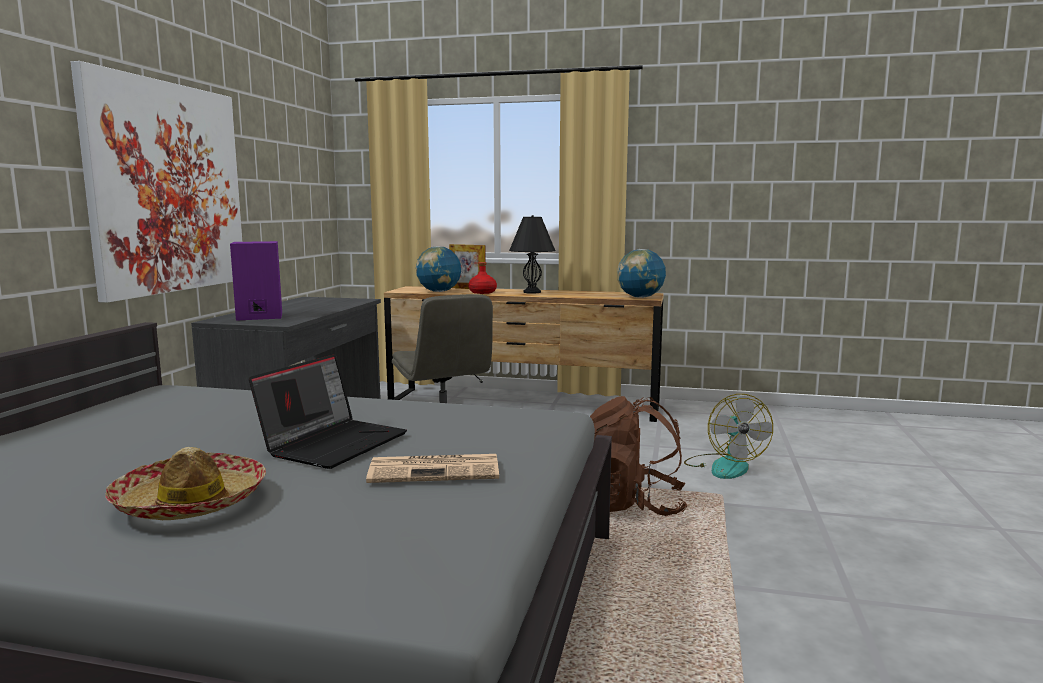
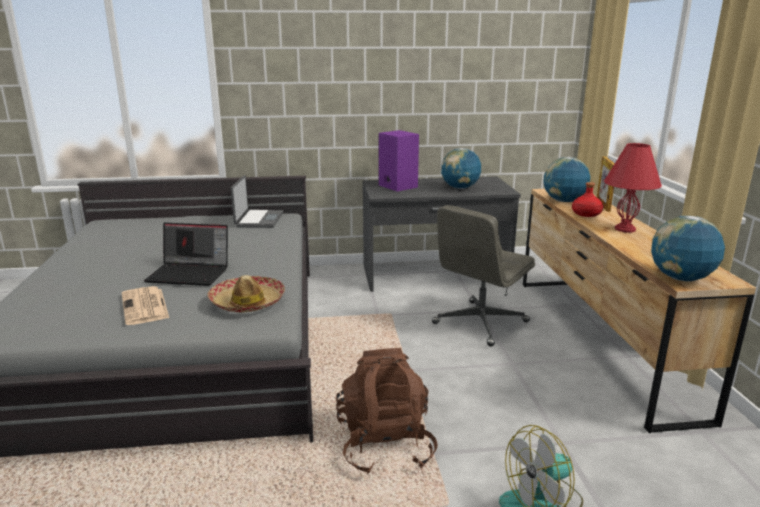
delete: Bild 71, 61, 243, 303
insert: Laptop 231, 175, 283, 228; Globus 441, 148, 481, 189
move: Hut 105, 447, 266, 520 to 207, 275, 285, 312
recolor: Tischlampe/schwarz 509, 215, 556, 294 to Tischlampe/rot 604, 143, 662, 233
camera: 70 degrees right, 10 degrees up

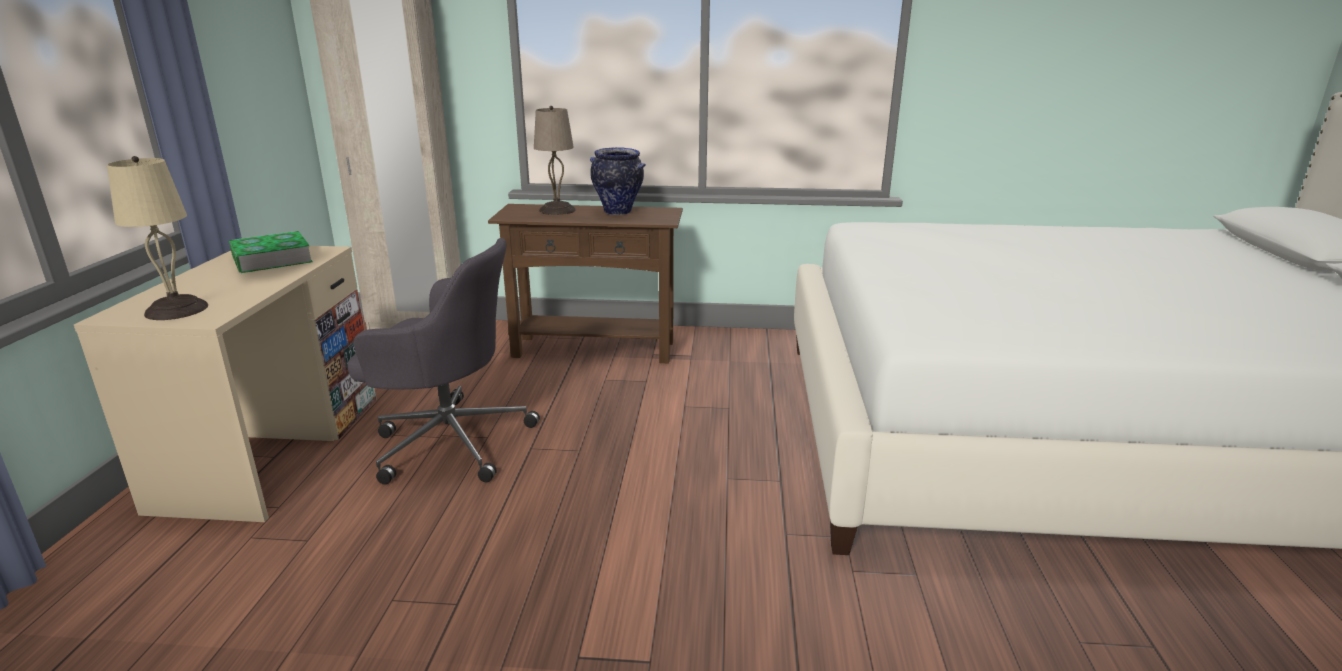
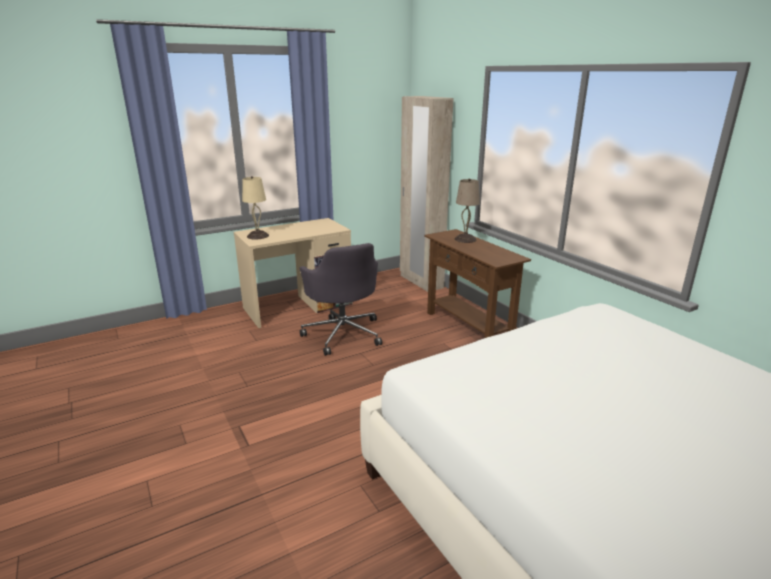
delete: Buch 229, 231, 313, 273; Vase 590, 147, 646, 215
camera: 55 degrees right, 0 degrees up

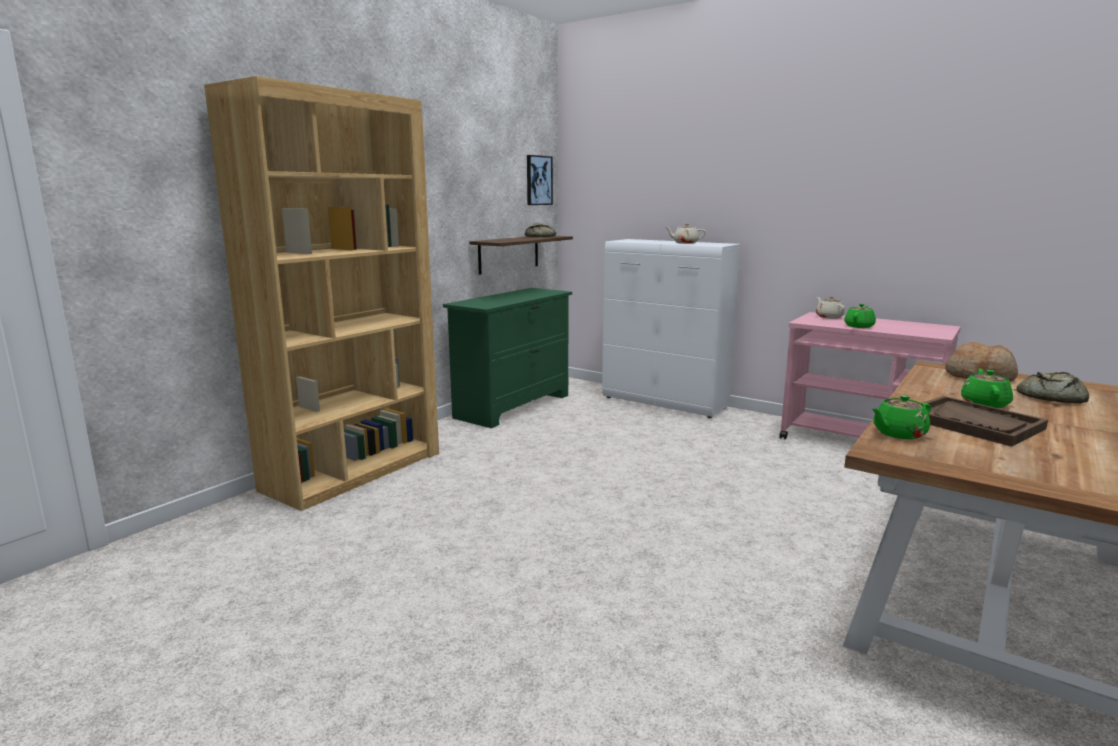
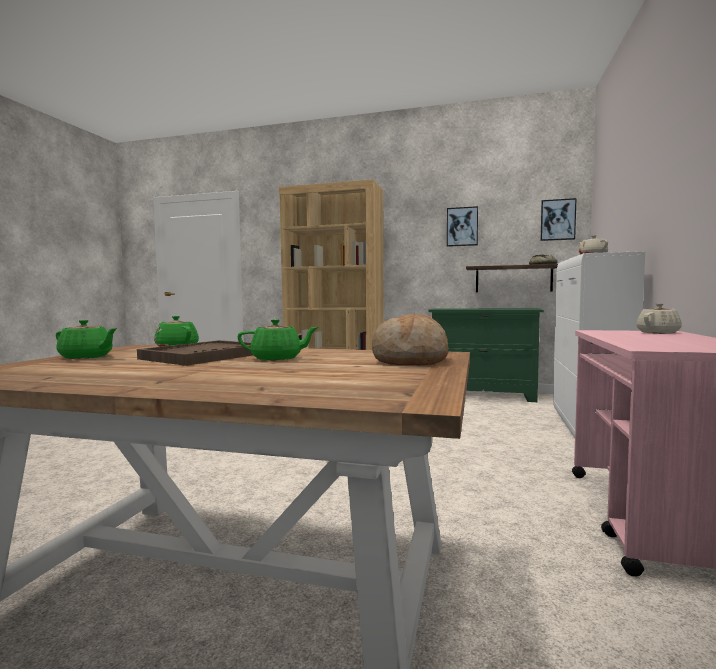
delete: Brot 1016, 372, 1089, 403
insert: Bild 447, 206, 478, 247
move: Teekanne/grün 844, 304, 876, 328 to 56, 320, 117, 359
camera: 70 degrees right, 10 degrees down

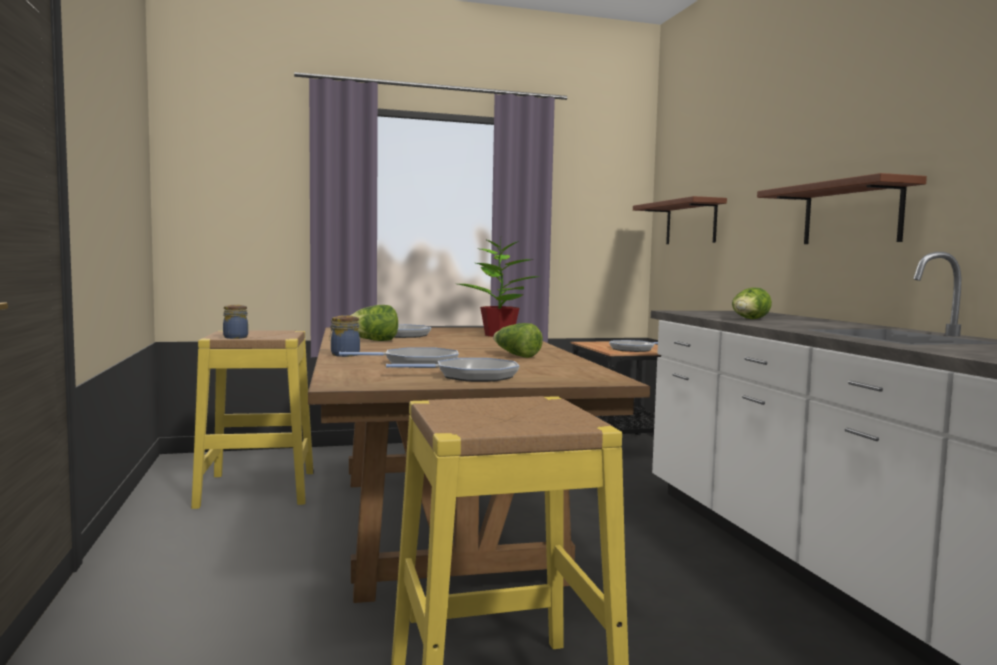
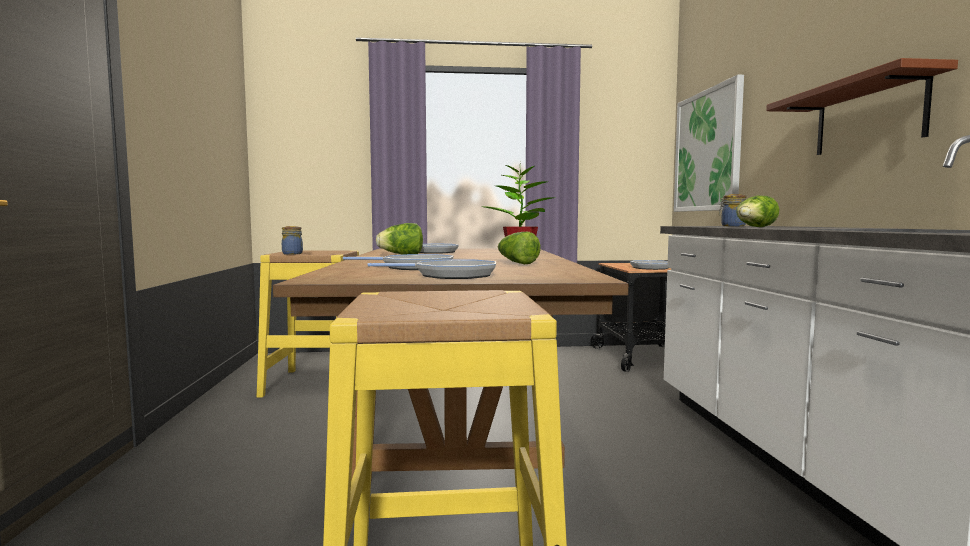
move: Vorratsglas 329, 316, 360, 357 to 719, 194, 747, 226
replace: Wandregal/braun 633, 196, 727, 244 to Bild 674, 75, 744, 212
camera: 10 degrees right, 0 degrees up

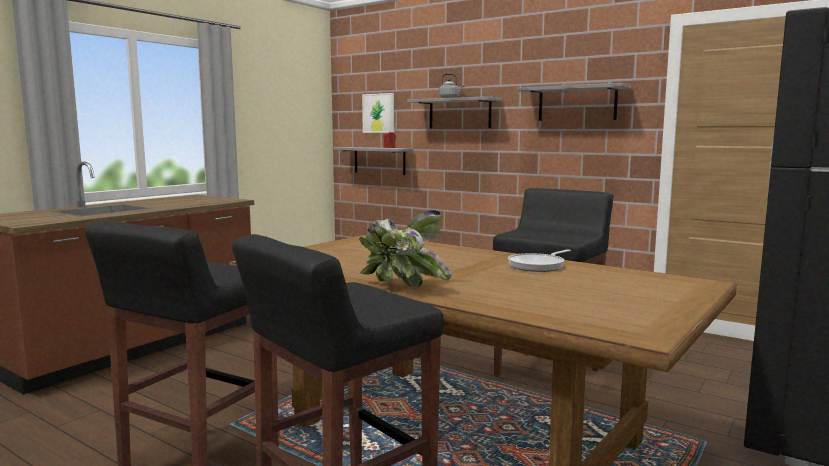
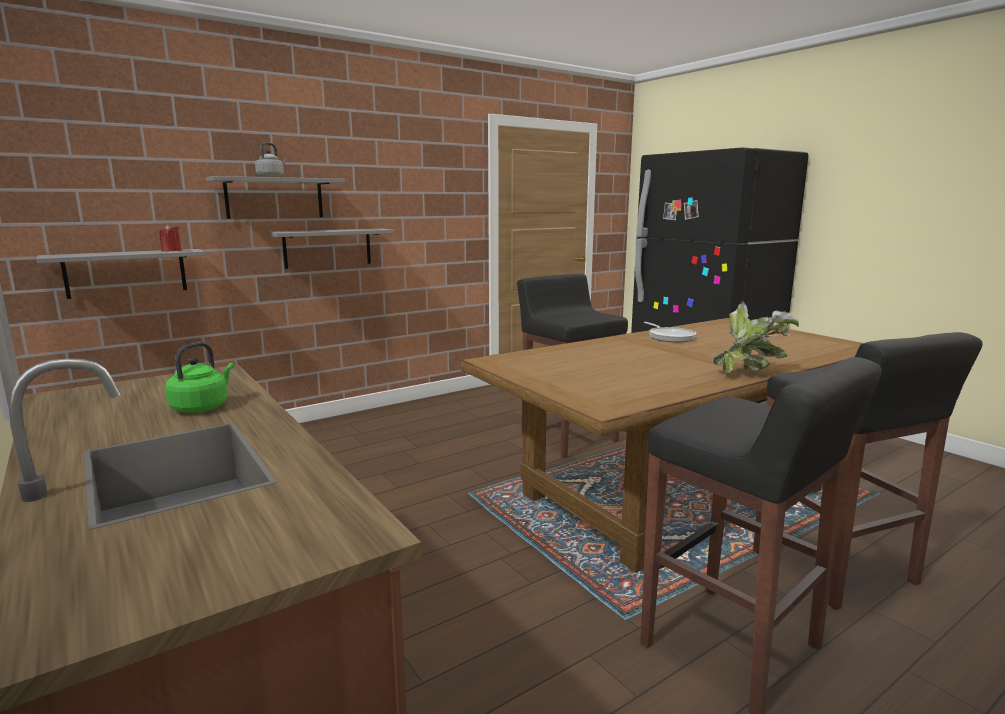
delete: Bild 362, 93, 394, 133
insert: Wasserkessel/grün 165, 342, 234, 413
move: Wandregal/grau 517, 83, 631, 121 to 267, 228, 394, 269
camera: 70 degrees left, 5 degrees up

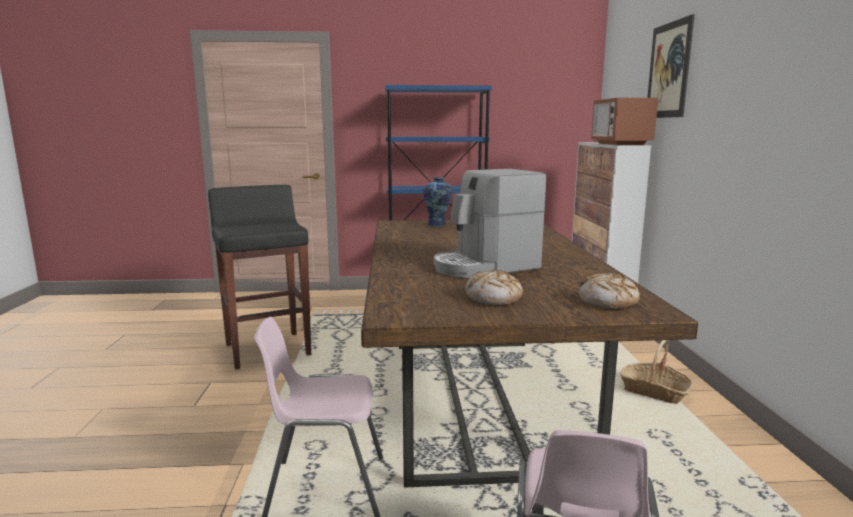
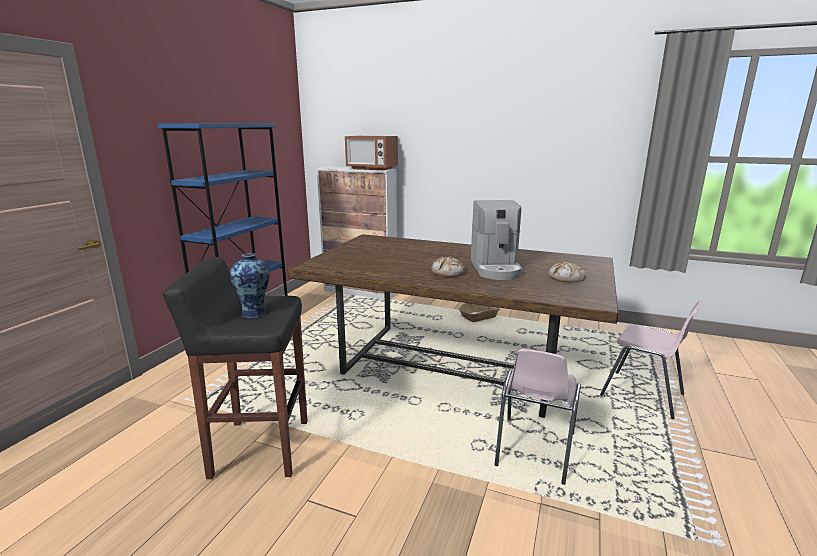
delete: Bild 647, 14, 695, 118
move: Vase 424, 177, 453, 227 to 230, 253, 270, 319; Brot 579, 273, 640, 309 to 432, 257, 464, 276
camera: 65 degrees left, 5 degrees up

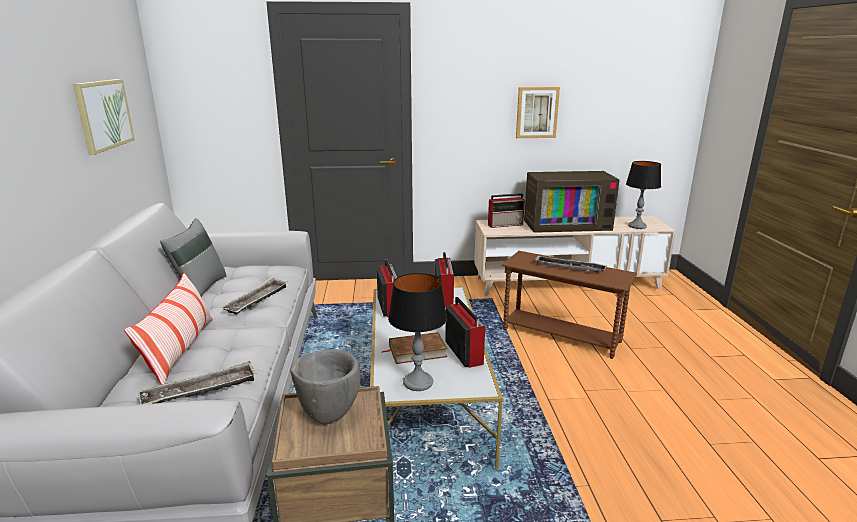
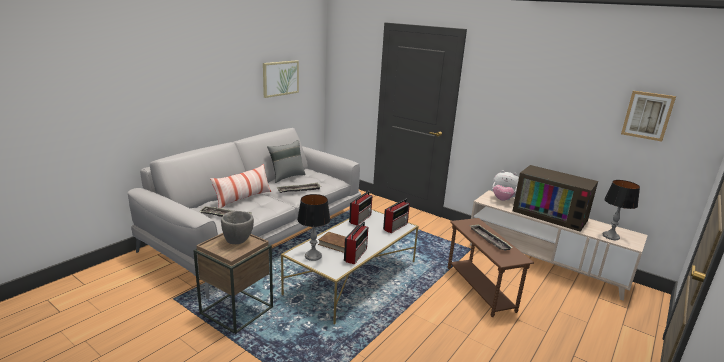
move: Bild 516, 87, 560, 138 to 621, 91, 676, 142
replace: Radio 488, 193, 525, 228 to Plüschtier 492, 170, 519, 201
camera: 40 degrees right, 0 degrees up

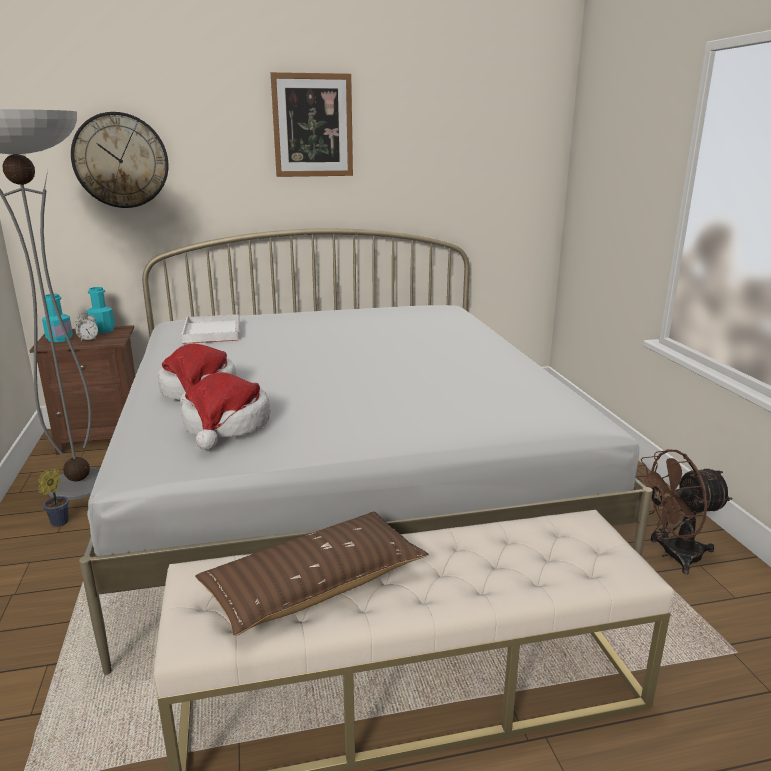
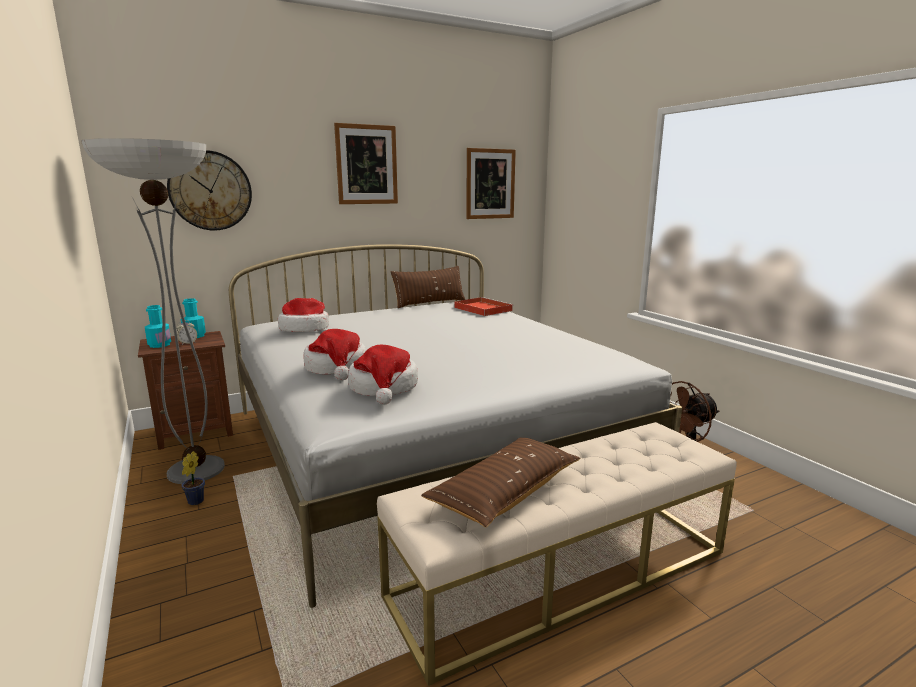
insert: Kissen/braun 391, 266, 465, 308; Tablett/rot 454, 297, 514, 316; Bild 466, 148, 516, 219
replace: Tablett/weiß 181, 314, 240, 344 to Hut 278, 298, 329, 332
camera: 15 degrees left, 5 degrees down

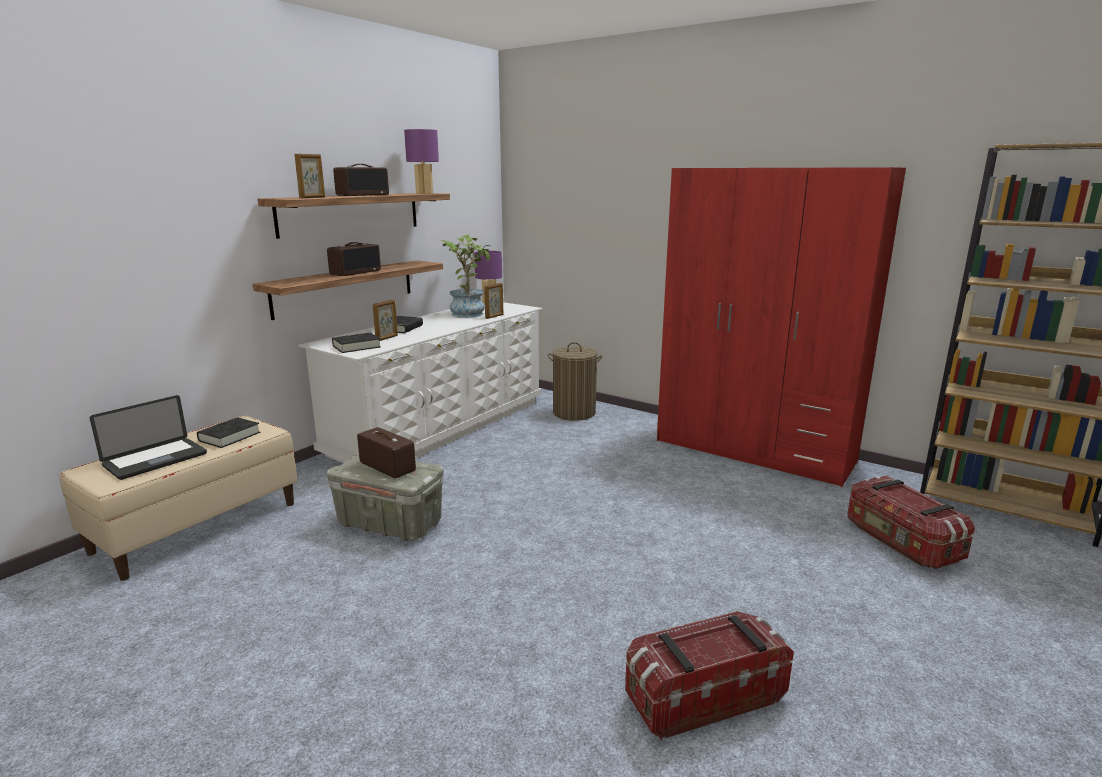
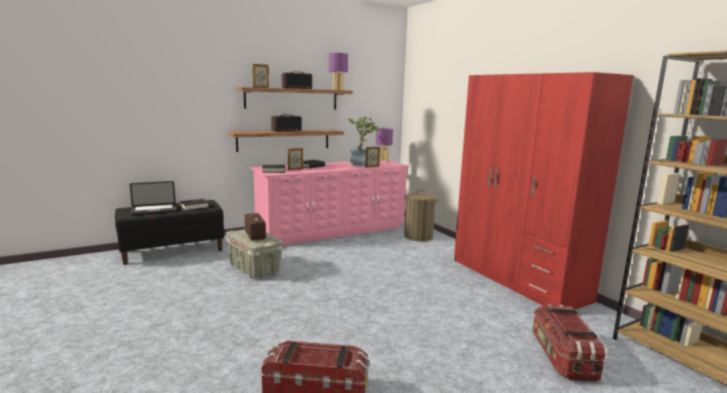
recolor: Bank/beige 60, 415, 298, 581 to Bank/schwarz 115, 200, 224, 265; Kommode/weiß 299, 302, 542, 463 to Kommode/rosa 250, 160, 410, 245
camera: 25 degrees right, 5 degrees down

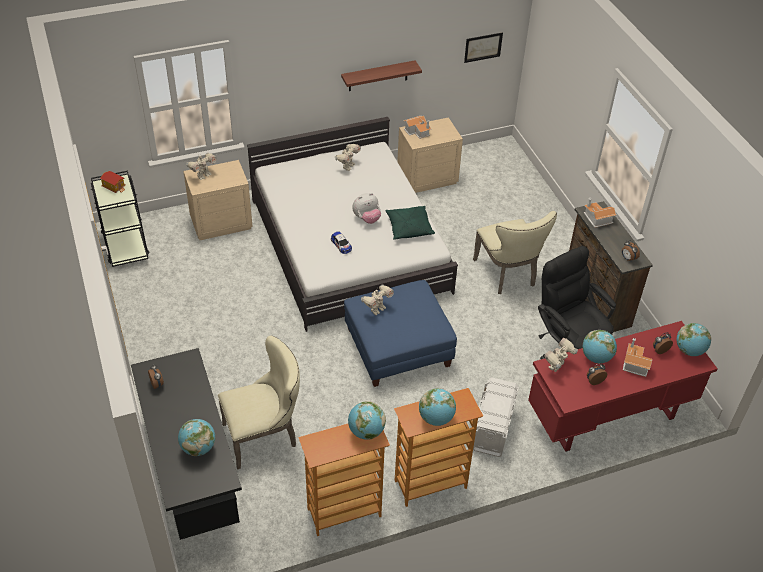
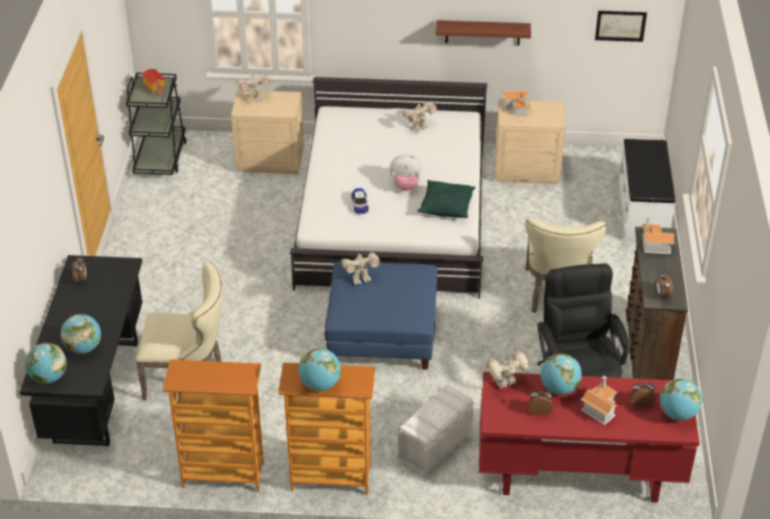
insert: Bank/weiß 618, 139, 675, 242
move: Globus 348, 401, 386, 440 to 25, 343, 67, 384
camera: 25 degrees right, 5 degrees down

